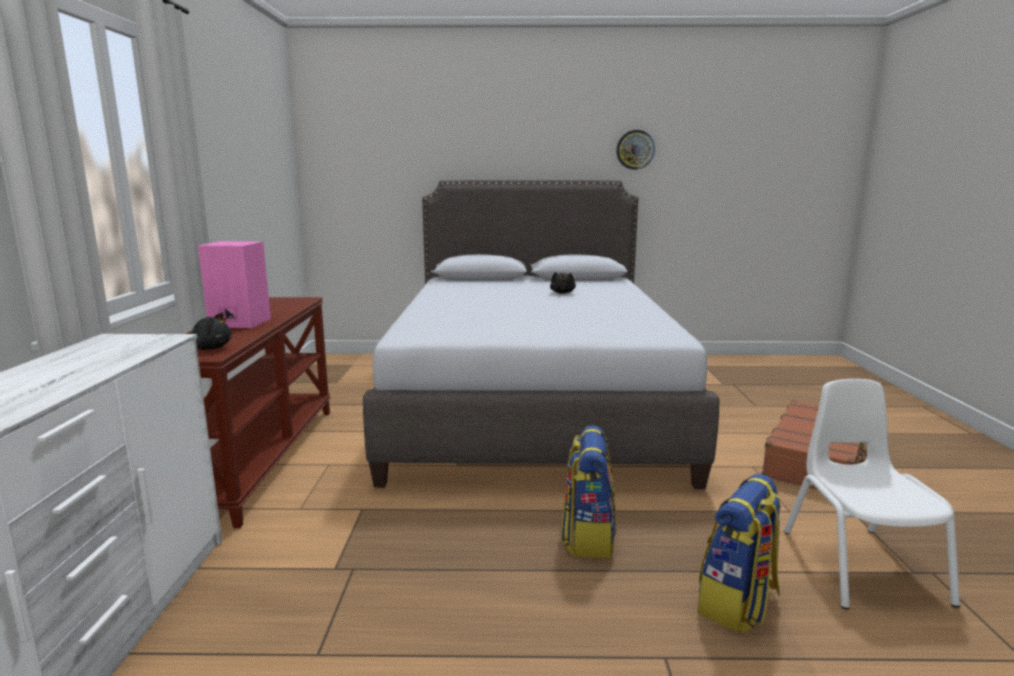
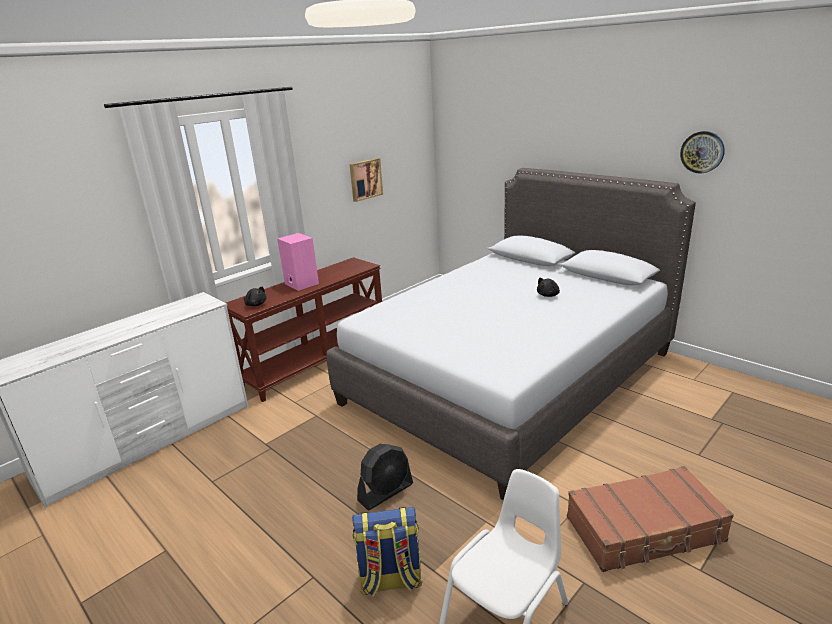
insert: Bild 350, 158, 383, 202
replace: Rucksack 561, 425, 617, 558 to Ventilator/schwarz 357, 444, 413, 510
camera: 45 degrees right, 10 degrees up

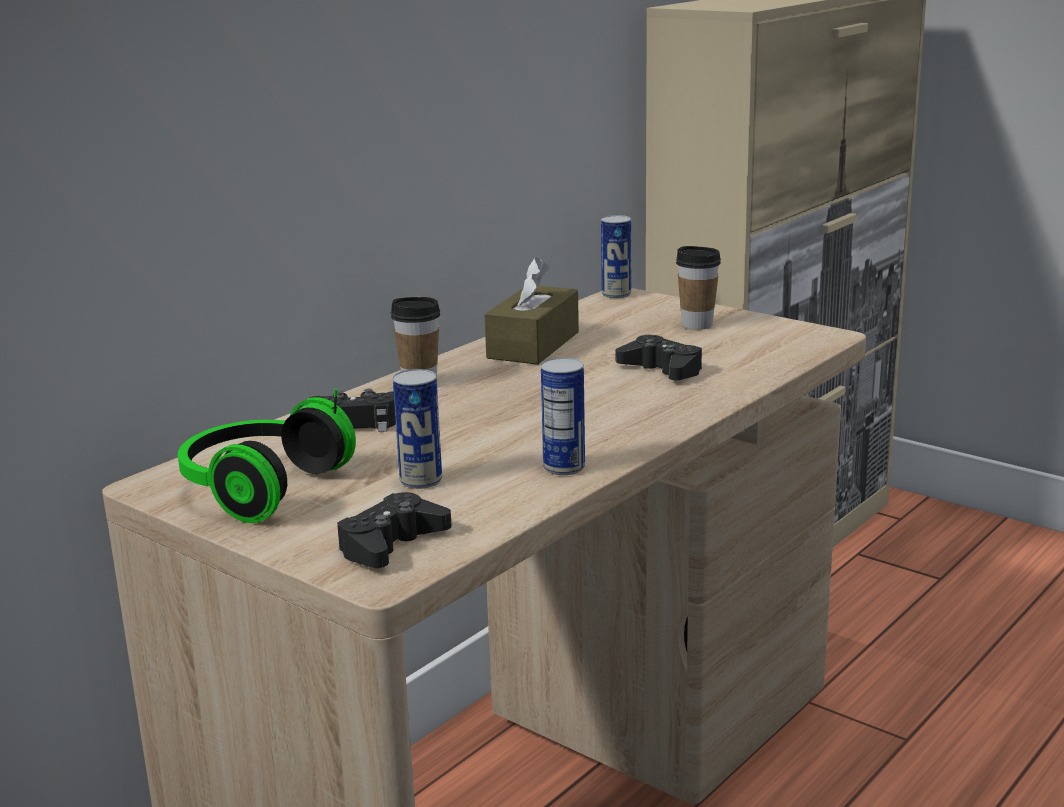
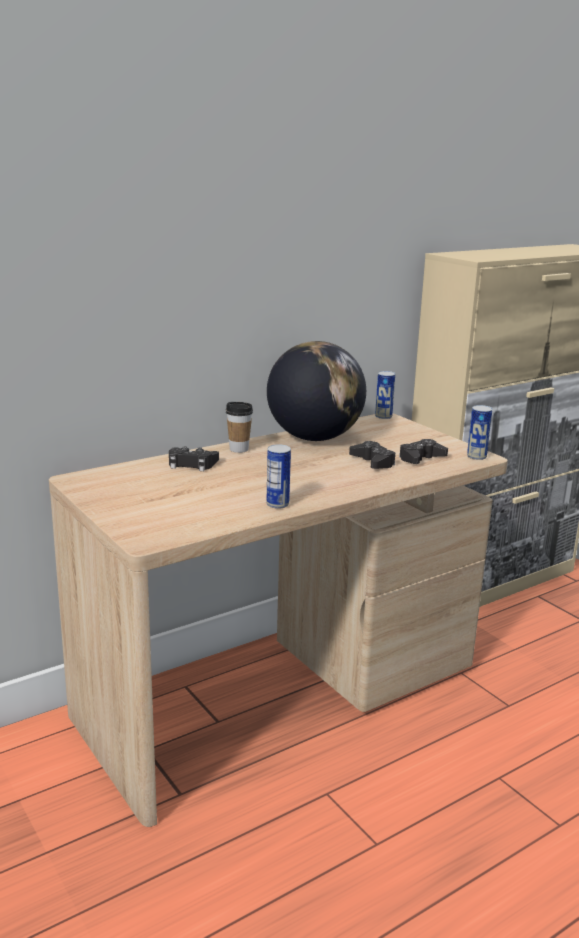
delete: Kopfhörer 178, 388, 356, 523; Tasse 676, 246, 721, 330
move: Gamepad/schwarz 337, 492, 452, 568 to 399, 439, 448, 464; Dose 393, 369, 442, 489 to 467, 405, 492, 460
replace: Taschentuchbox/braun 484, 257, 579, 365 to Globus 267, 341, 366, 441
camera: 15 degrees right, 0 degrees up

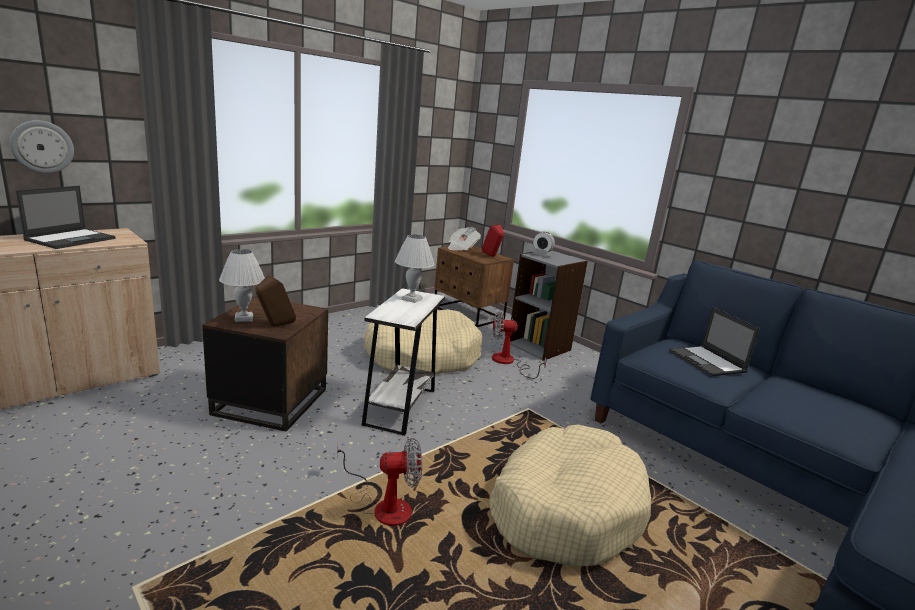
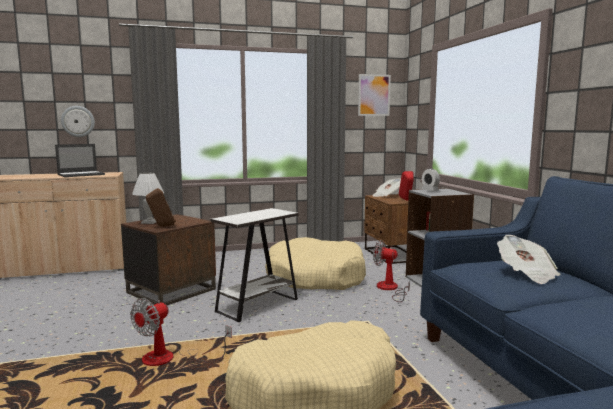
delete: Tischlampe/weiß 395, 235, 434, 303
insert: Bild 358, 74, 391, 116
replace: Laptop 669, 307, 760, 377 to Zeitung 497, 235, 561, 284
rotate: Ventilator 337, 438, 422, 526 = 130, 298, 232, 366 105 degrees clockwise
camera: 30 degrees right, 10 degrees down

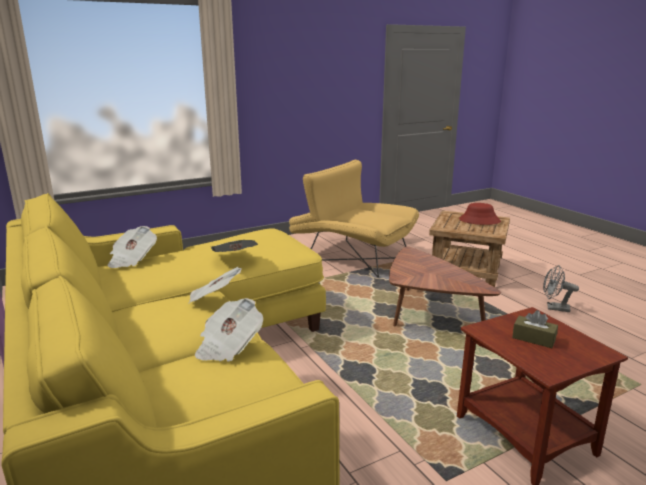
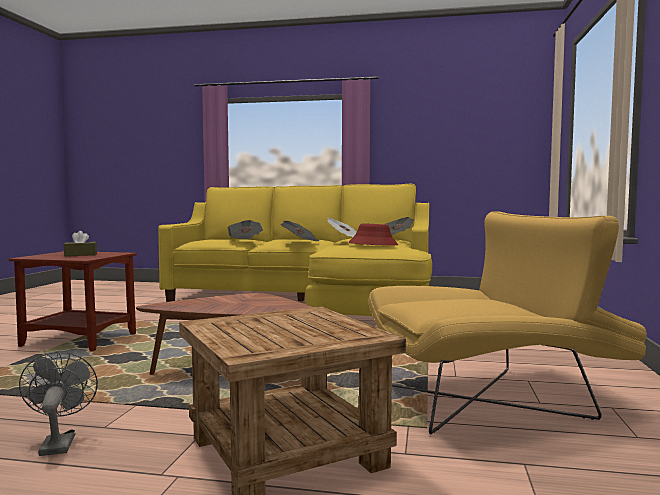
move: Hut/rot 459, 203, 501, 225 to 348, 223, 398, 245
rotate: Ventilator/grau 543, 265, 579, 312 = 19, 352, 98, 456 75 degrees counterclockwise
camera: 130 degrees right, 15 degrees down

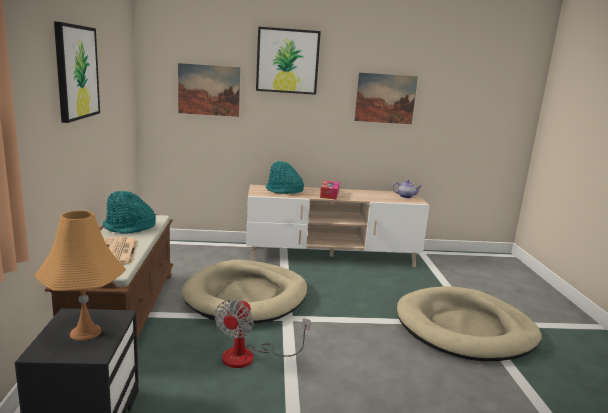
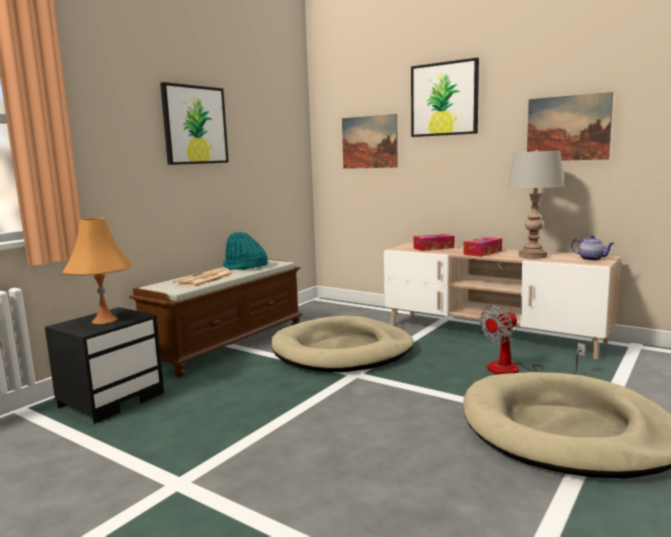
insert: Tischlampe/grau 508, 150, 565, 259
move: Ventilator 215, 299, 311, 368 to 480, 305, 585, 374
replace: Hut/türkis 266, 161, 304, 194 to Taschentuchbox 413, 234, 454, 251
camera: 40 degrees right, 5 degrees down

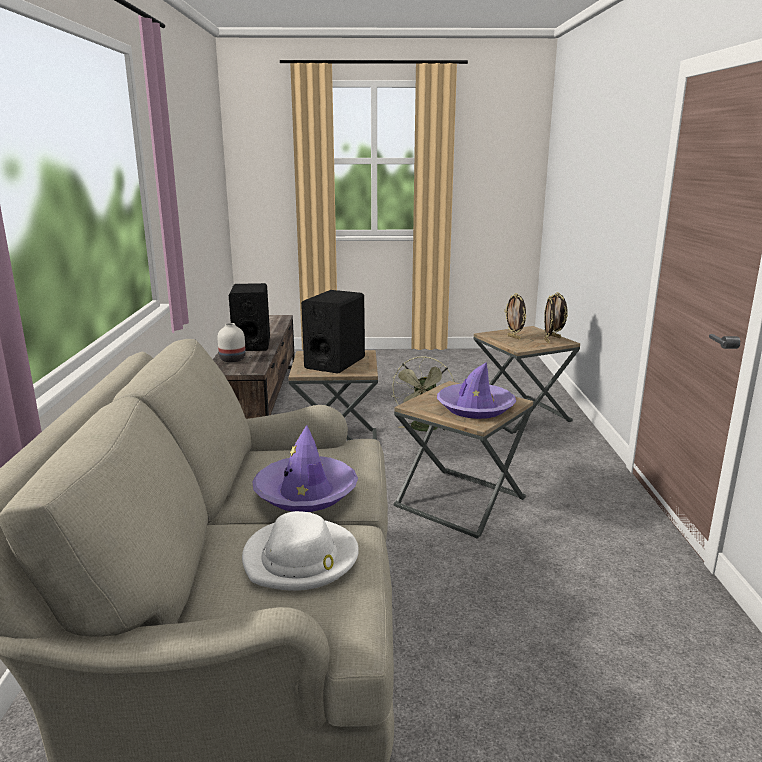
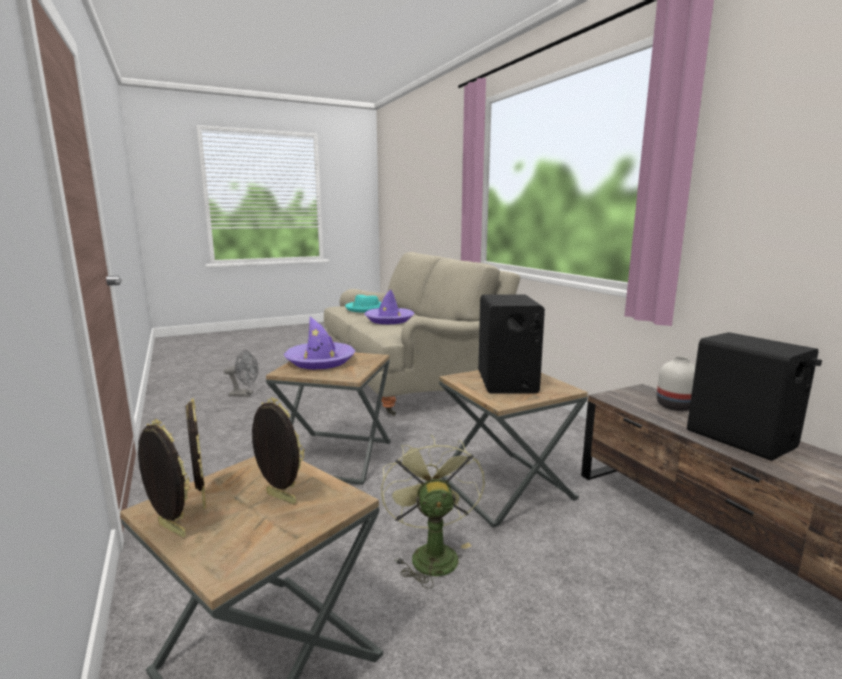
insert: Ventilator/grau 224, 350, 259, 397
recolor: Hut/weiß 242, 511, 359, 591 to Hut/türkis 345, 295, 381, 312
camera: 155 degrees right, 5 degrees down

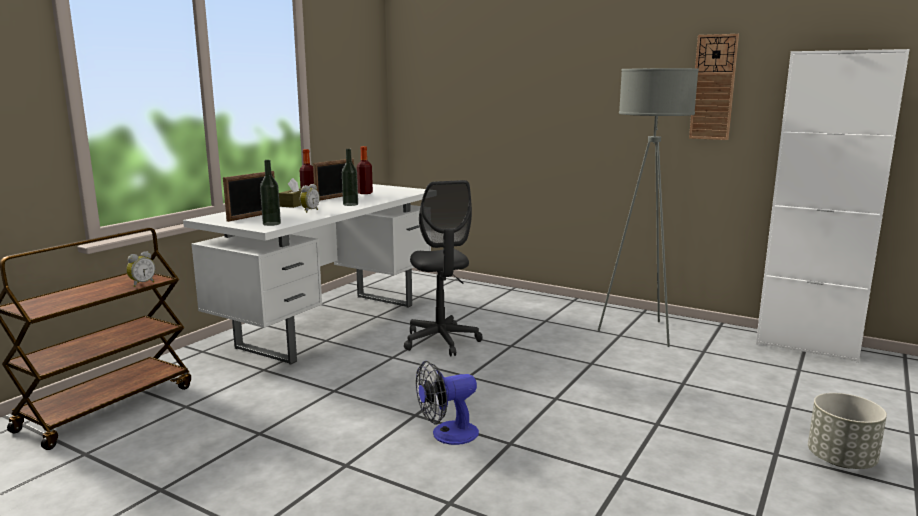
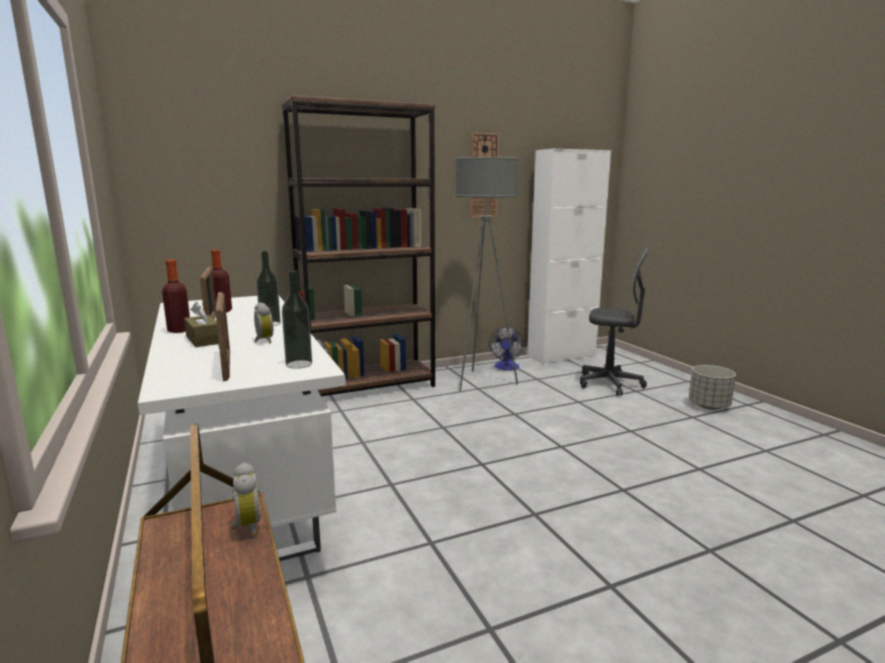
insert: Bücherregal/braun 282, 95, 435, 396
move: Ventilator 416, 361, 479, 445 to 489, 327, 524, 370; Bürostuhl/grau 404, 180, 483, 356 to 580, 247, 649, 396
camera: 55 degrees left, 0 degrees up

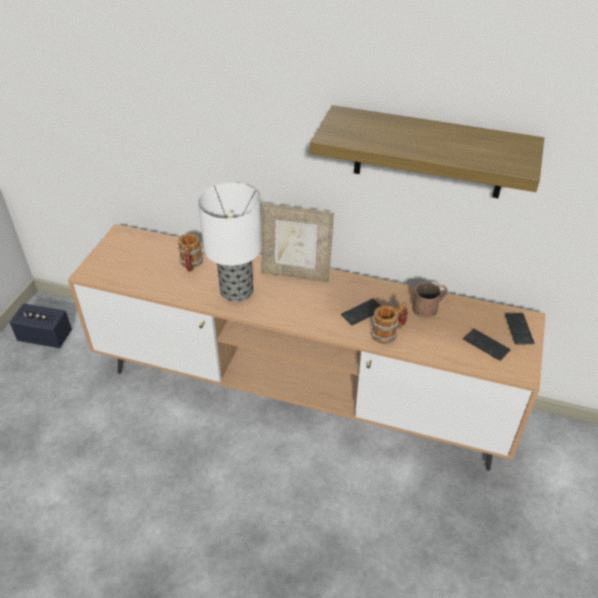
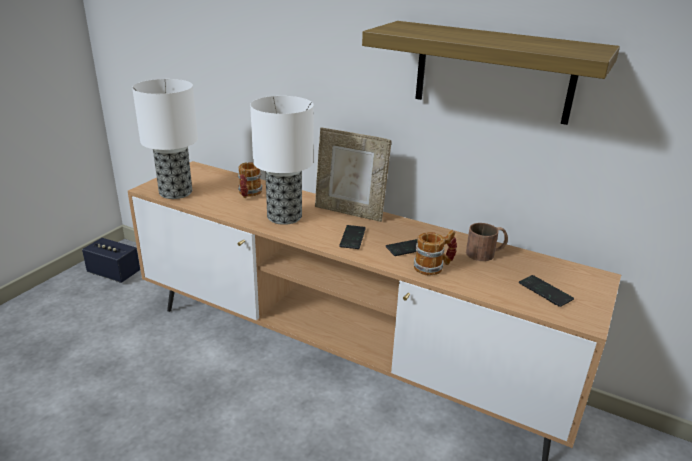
insert: Tischlampe 132, 79, 198, 199
move: Handy 505, 313, 534, 345 to 339, 225, 366, 249
camera: 10 degrees right, 15 degrees down

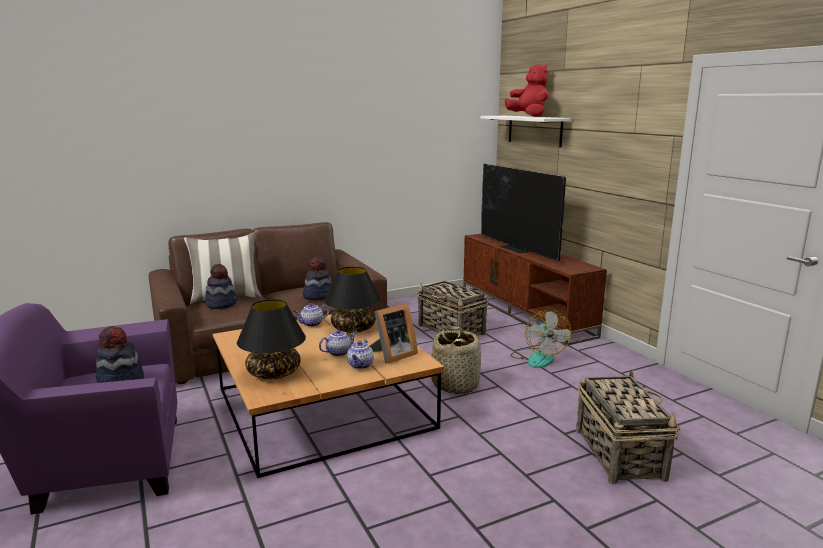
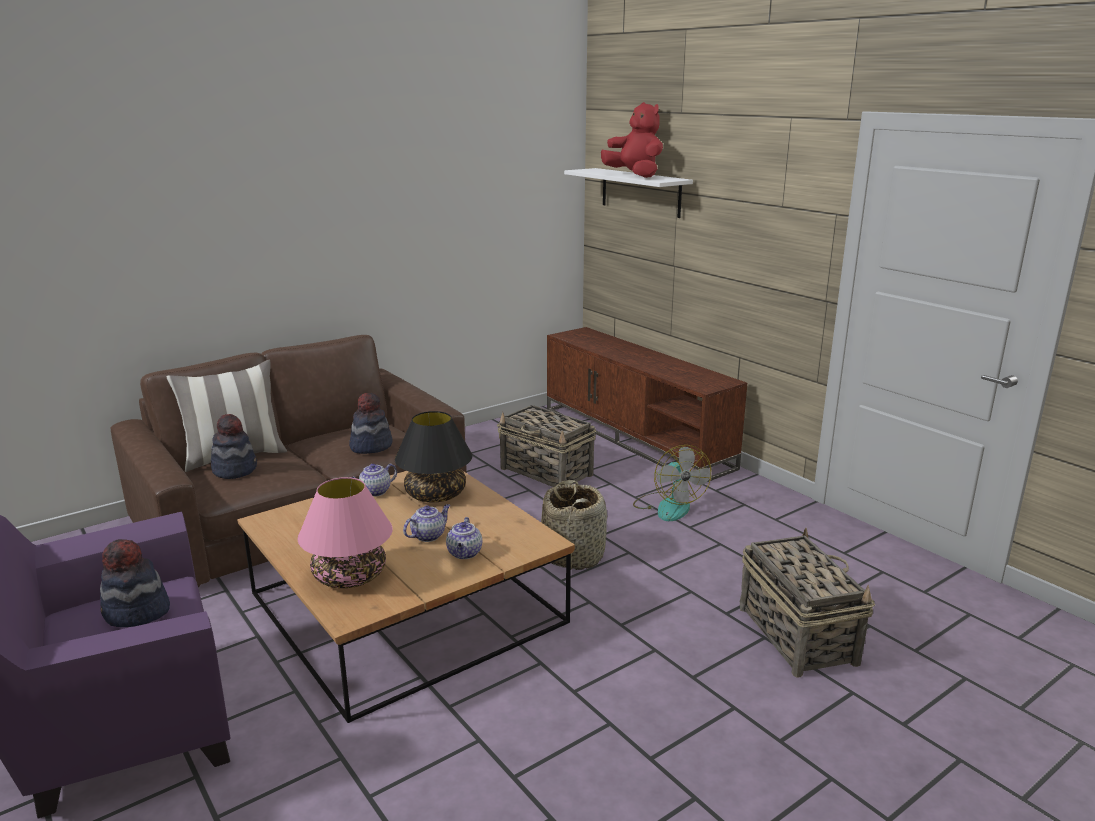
delete: Bilderrahmen 369, 303, 418, 364; Fernseher 481, 164, 566, 261
recolor: Tischlampe/schwarz 237, 299, 306, 379 to Tischlampe/rosa 297, 477, 393, 588
camera: 10 degrees left, 5 degrees up

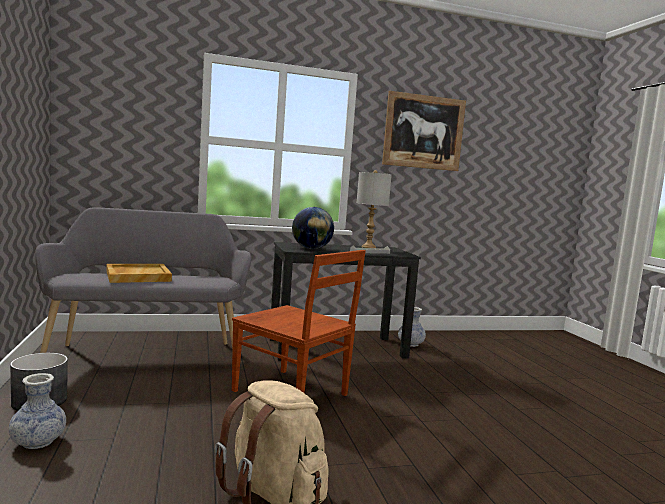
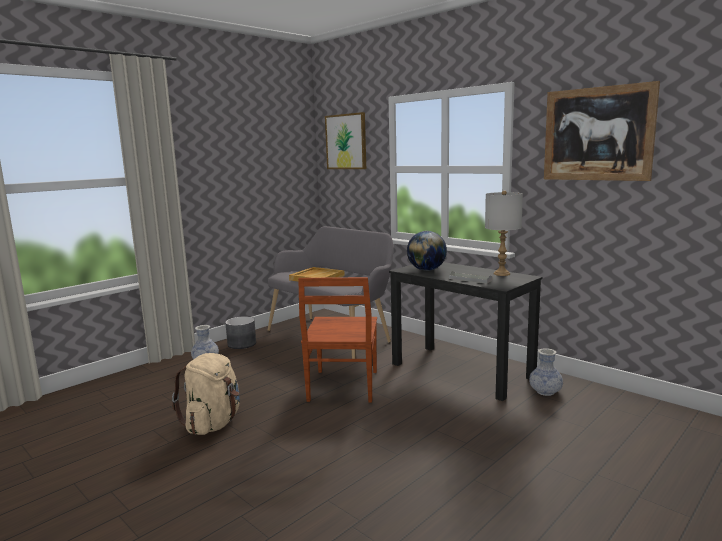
insert: Bild 325, 112, 366, 169
camera: 60 degrees right, 5 degrees up

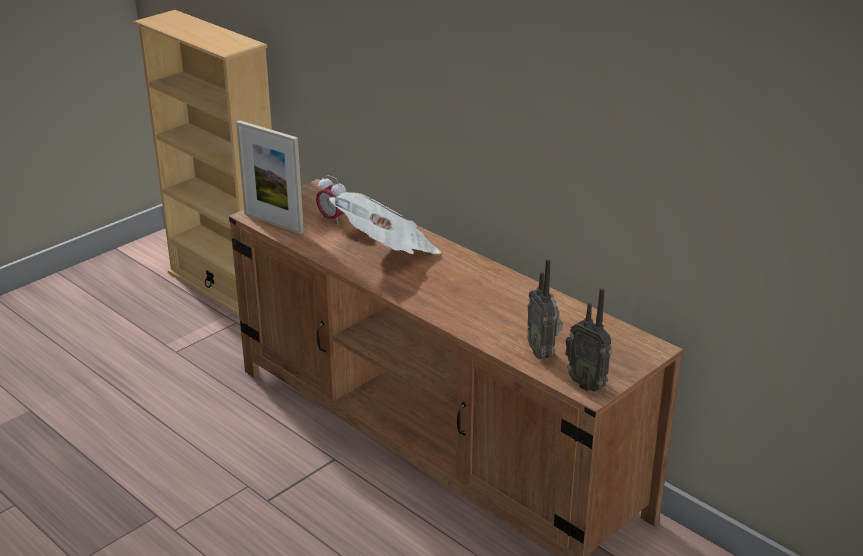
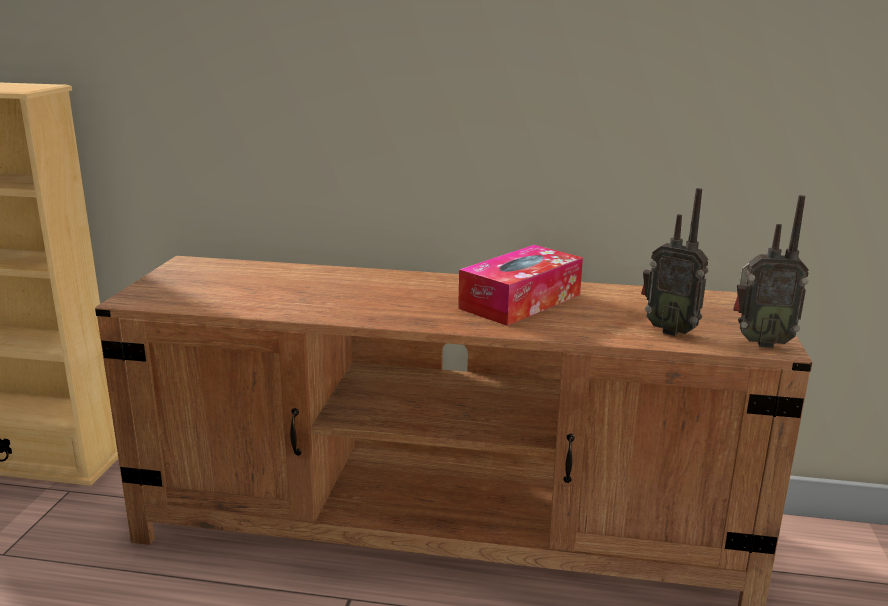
delete: Bilderrahmen 236, 120, 304, 234; Wecker 316, 175, 347, 225; Zeitung 329, 192, 441, 254
insert: Taschentuchbox 458, 245, 583, 326
camera: 35 degrees left, 10 degrees down

